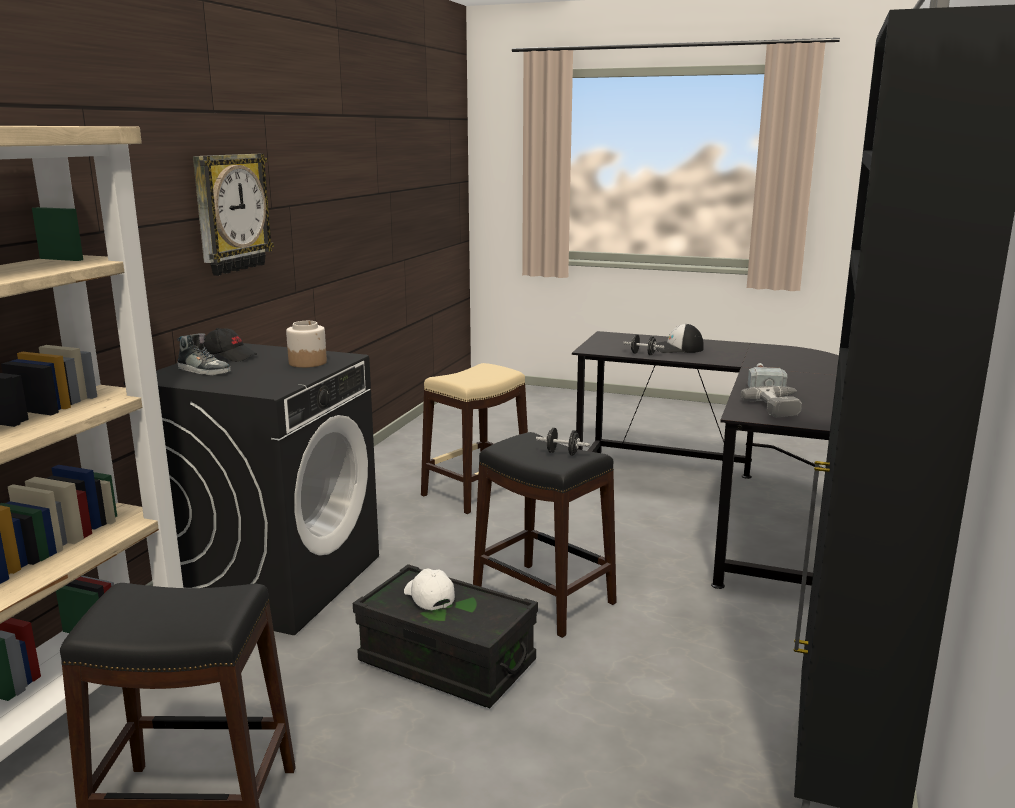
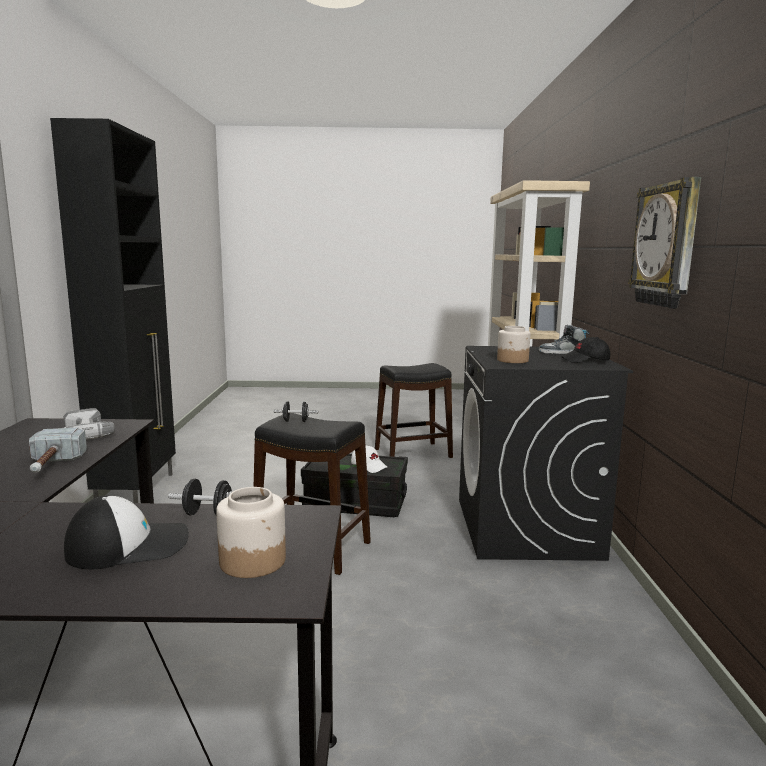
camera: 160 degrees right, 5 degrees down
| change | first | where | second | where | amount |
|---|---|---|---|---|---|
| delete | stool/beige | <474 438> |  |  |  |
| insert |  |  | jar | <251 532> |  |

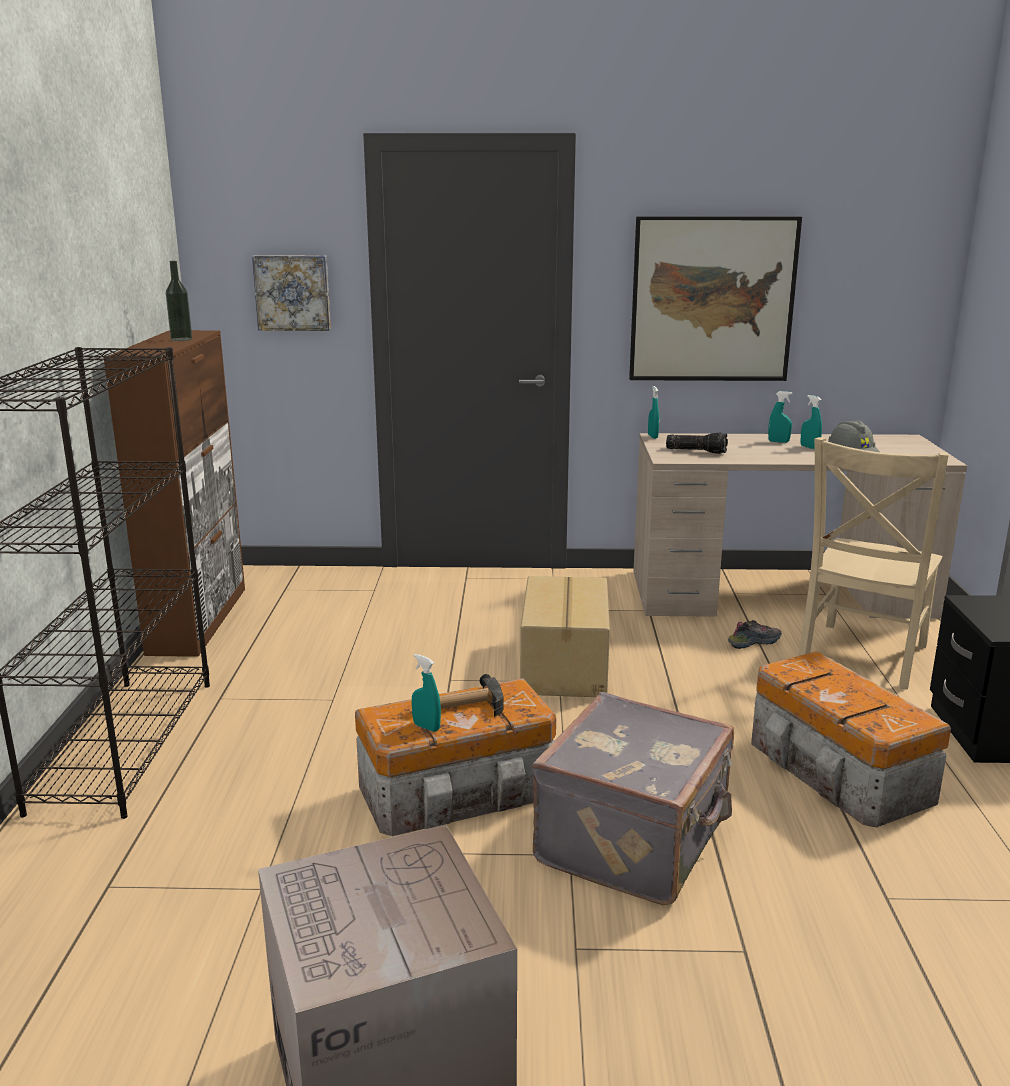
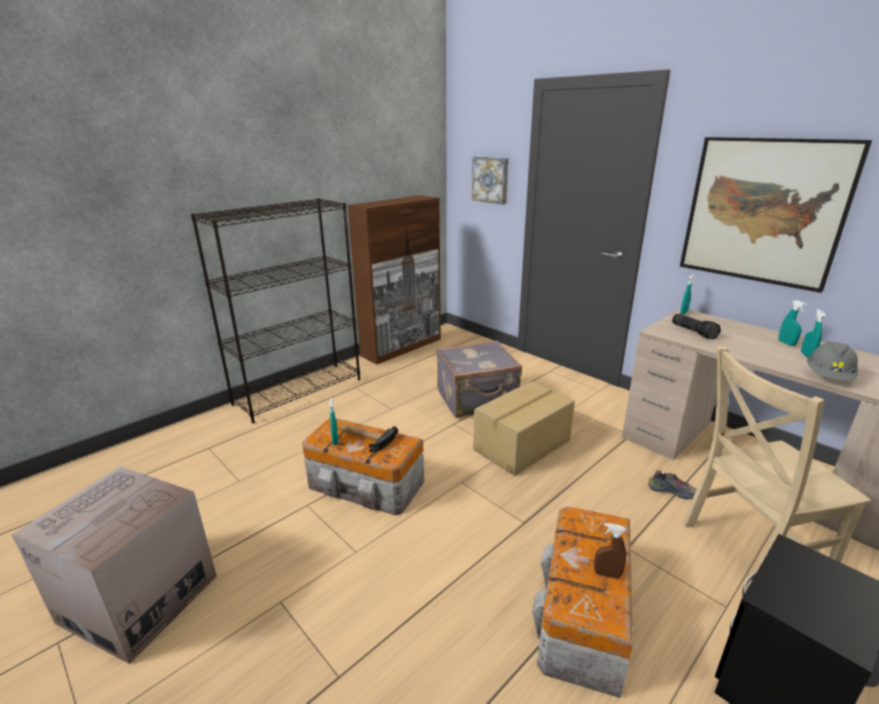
camera: 45 degrees right, 5 degrees up
| change | first | where | second | where | amount |
|---|---|---|---|---|---|
| delete | bottle | <179 301> |  |  |  |
| move | suitcase/grey | <633 798> |  | <479 379> |  |
| insert |  |  | spray bottle/brown | <610 551> |  |

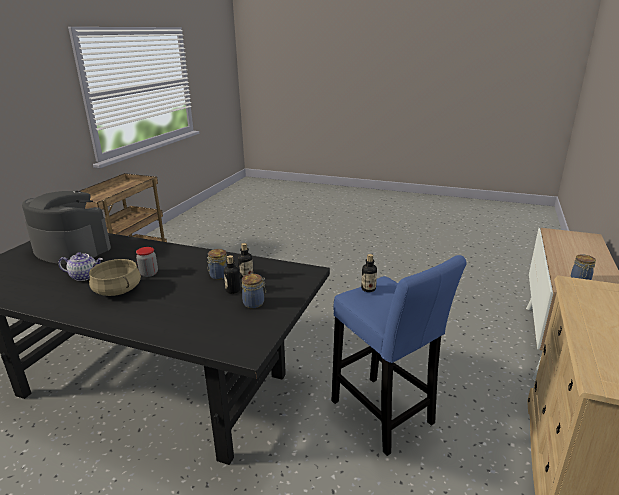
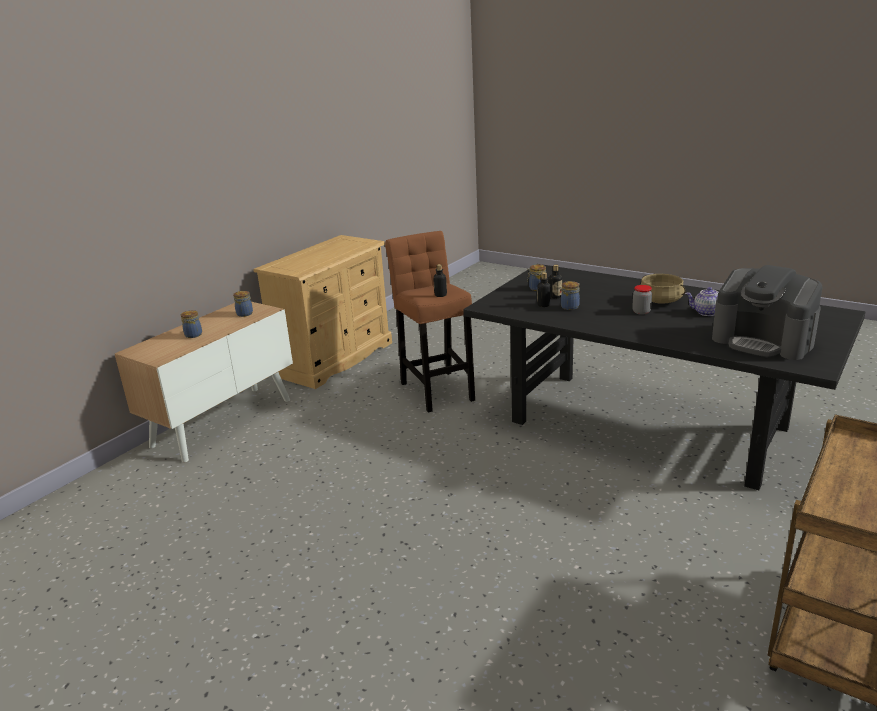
camera: 165 degrees left, 0 degrees up
| change | first | where | second | where | amount |
|---|---|---|---|---|---|
| recolor | stool/blue | <399 355> | stool/brown | <430 322> |  |
| insert |  |  | jar | <191 324> |  |

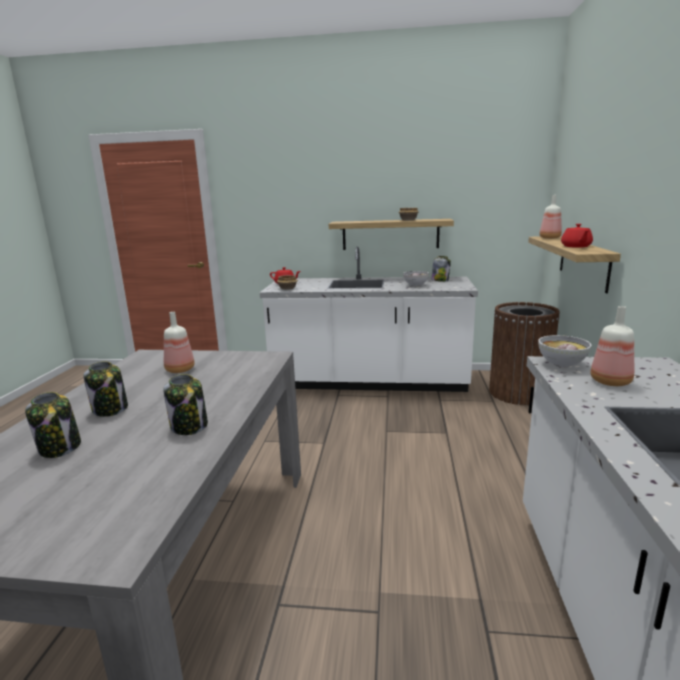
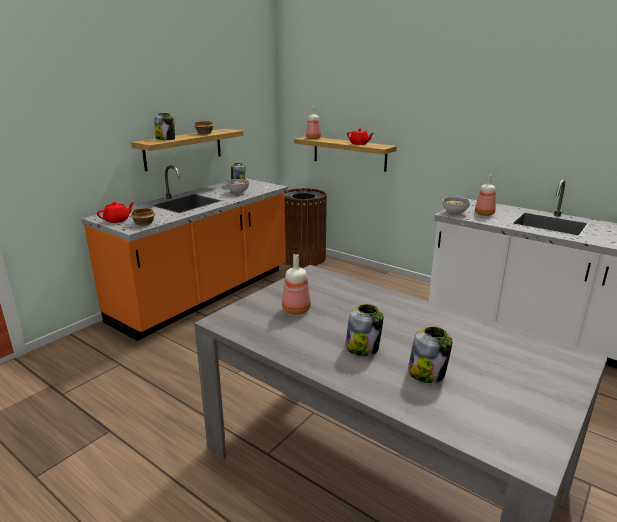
camera: 60 degrees left, 5 degrees up
| change | first | where | second | where | amount |
|---|---|---|---|---|---|
| move | jar | <185 404> |  | <164 126> |  |
| recolor | counter/white | <369 319> | counter/orange | <185 253> |  |

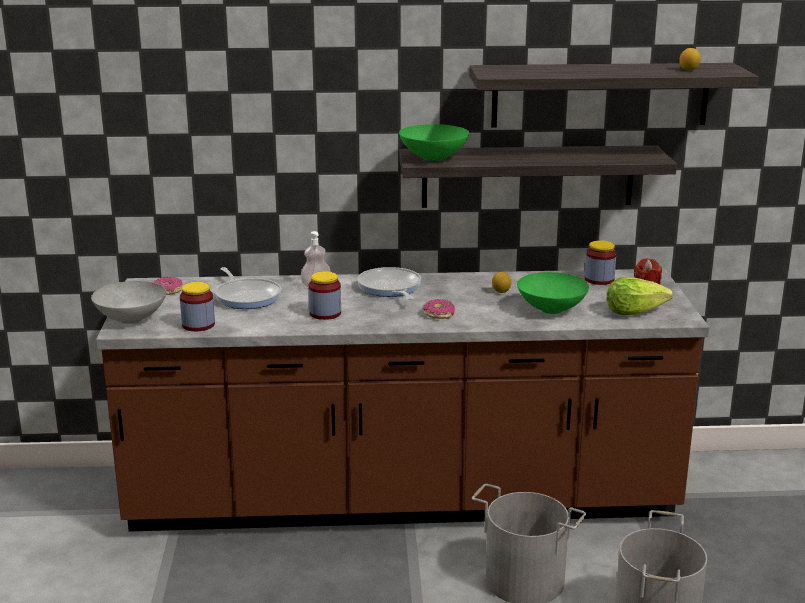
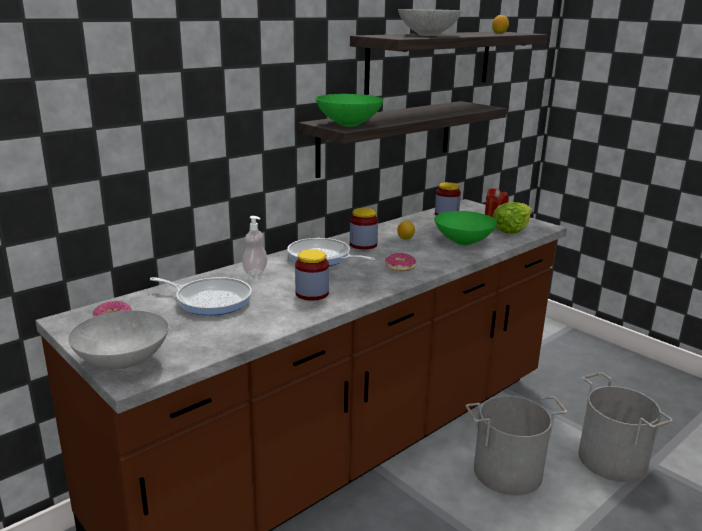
camera: 40 degrees left, 0 degrees up
| change | first | where | second | where | amount |
|---|---|---|---|---|---|
| move | jar | <197 306> |  | <364 229> |  |
| insert |  |  | bowl/grey | <430 22> |  |

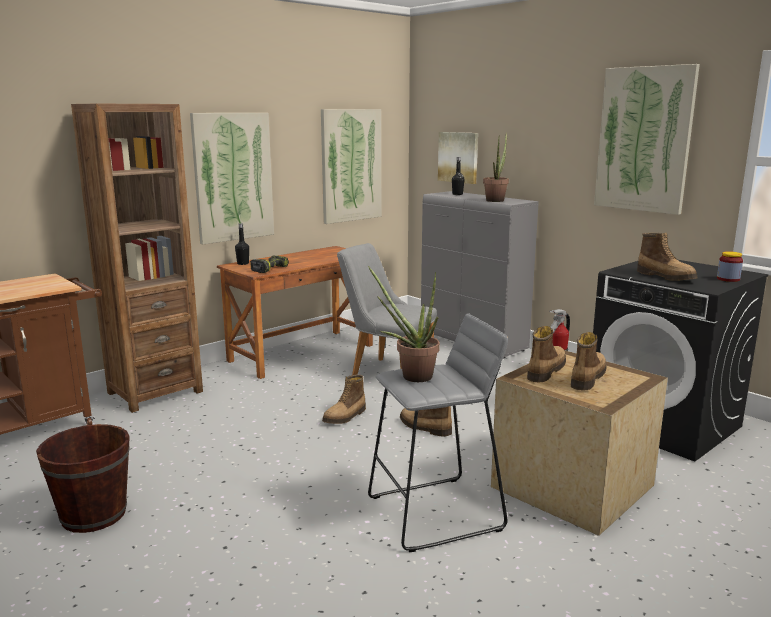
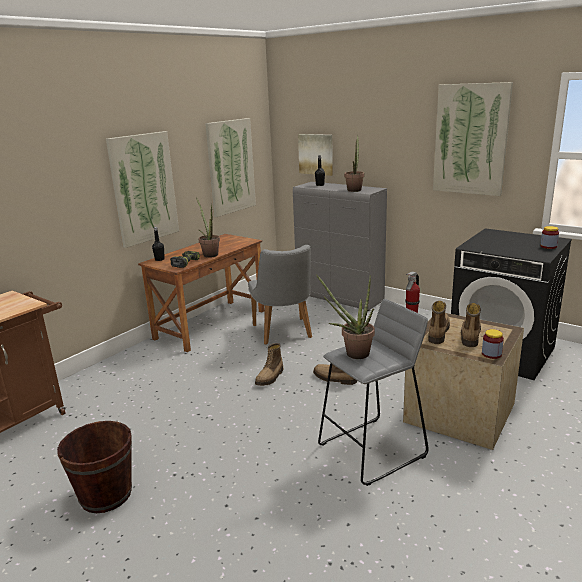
camera: 10 degrees left, 5 degrees up
| change | first | where | second | where | amount |
|---|---|---|---|---|---|
| delete | bookcase/brown | <137 258> |  |  |  |
| rotate | chair/grey | <387 309> |  | <280 295> | 120 degrees counterclockwise |
| delete | boot | <667 257> |  |  |  |
| insert |  |  | potted plant | <208 227> |  |
| insert |  |  | jar | <493 344> |  |

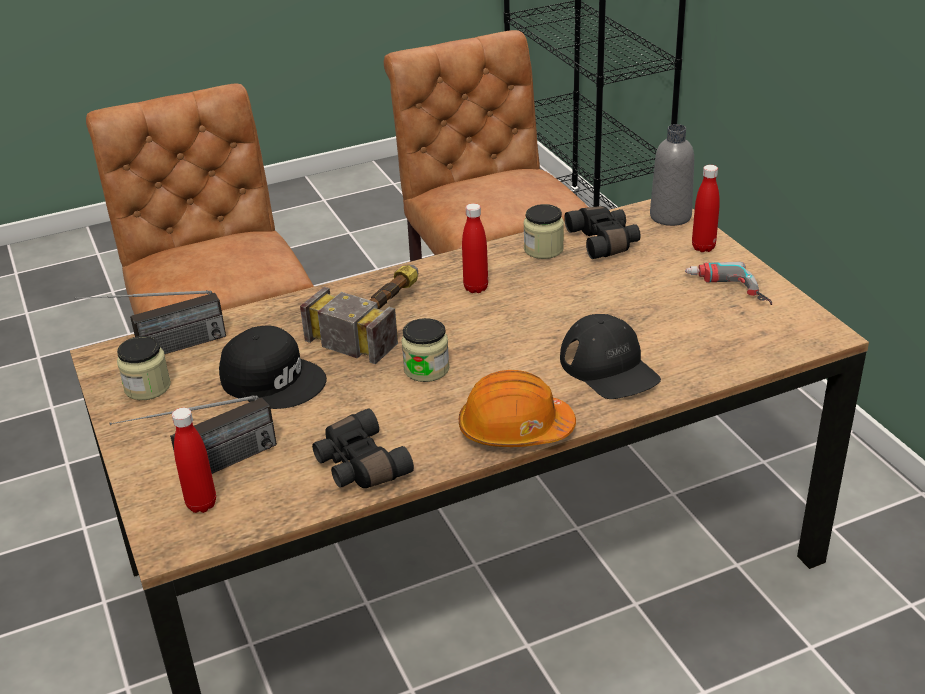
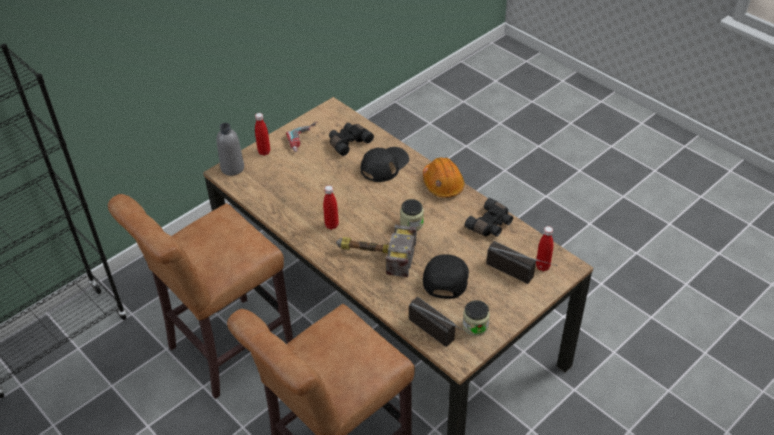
camera: 110 degrees left, 10 degrees up
| change | first | where | second | where | amount |
|---|---|---|---|---|---|
| delete | jar | <544 231> |  |  |  |
| move | binoculars/black | <602 232> |  | <351 139> |  |

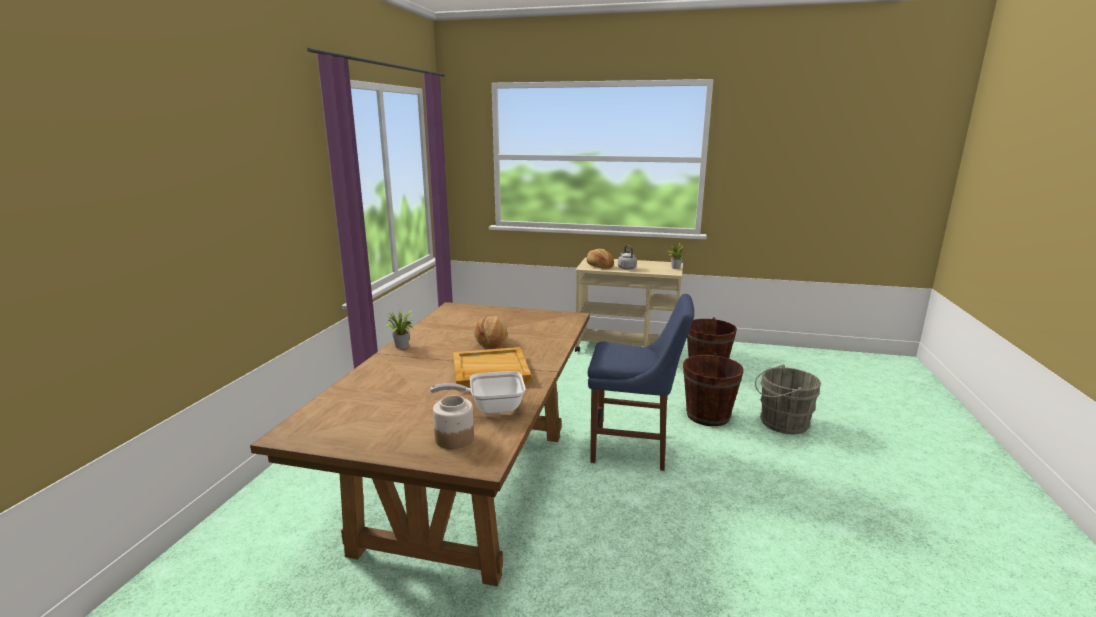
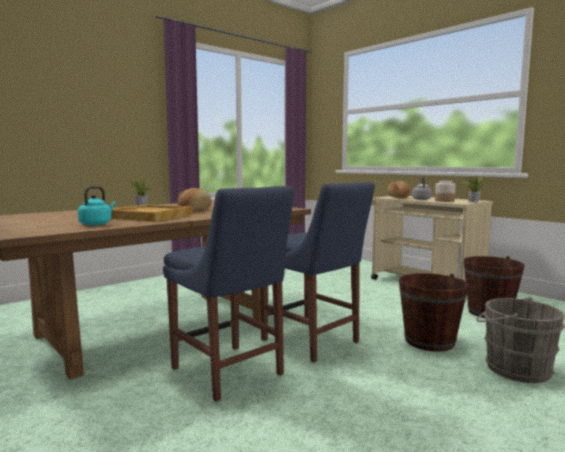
camera: 35 degrees right, 10 degrees down
| change | first | where | second | where | amount |
|---|---|---|---|---|---|
| replace | frying pan | <478 392> | kettle/turquoise | <97 205> |  |
| move | jar | <453 422> |  | <445 191> |  |
| insert |  |  | chair/blue | <228 294> |  |

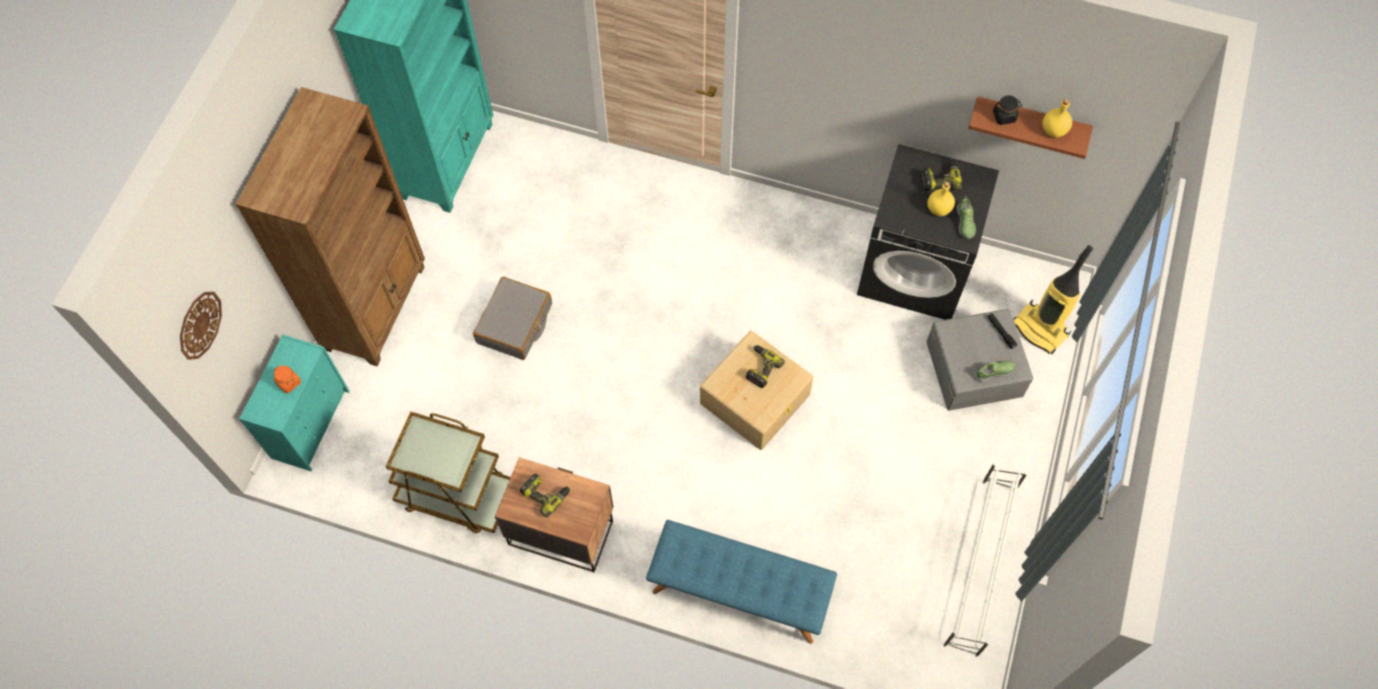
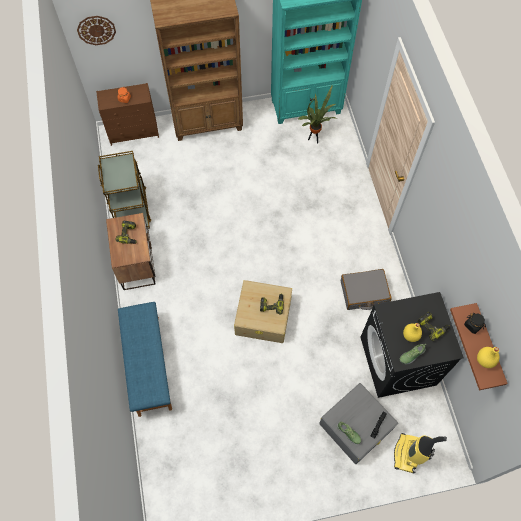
camera: 60 degrees right, 0 degrees up
| change | first | where | second | where | amount |
|---|---|---|---|---|---|
| recolor | dresser/turquoise | <294 402> | dresser/brown | <127 114> |  |
| move | suitcase/grey | <512 318> |  | <366 289> |  |
| delete | shoe rack/white | <985 559> |  |  |  |
| insert |  |  | potted plant | <317 114> |  |

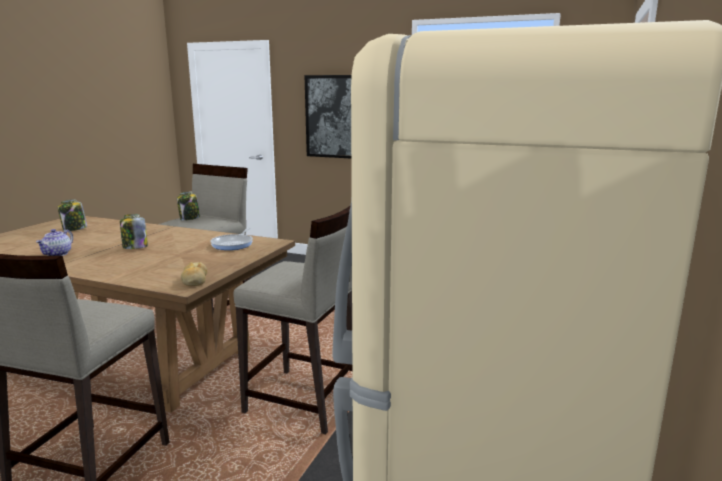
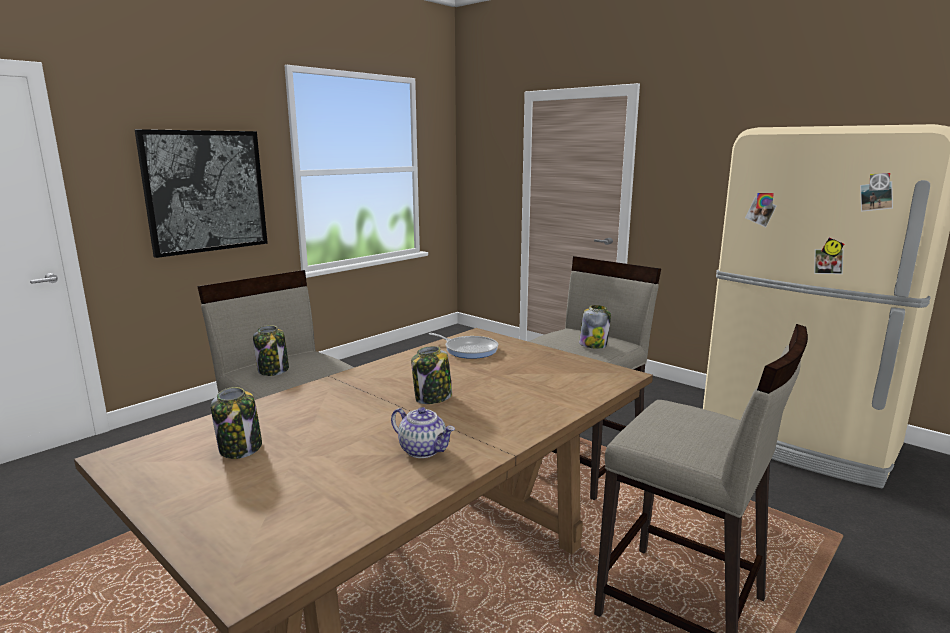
camera: 70 degrees left, 0 degrees up
| change | first | where | second | where | amount |
|---|---|---|---|---|---|
| delete | bread | <194 274> |  |  |  |
| insert |  |  | jar | <595 327> |  |

